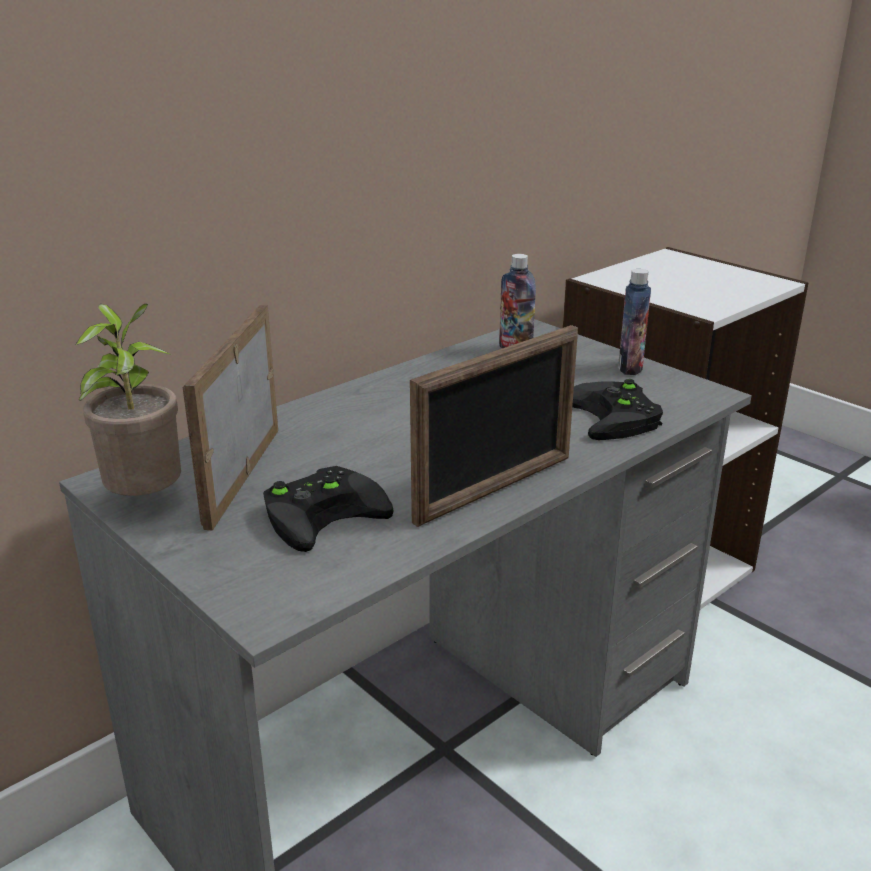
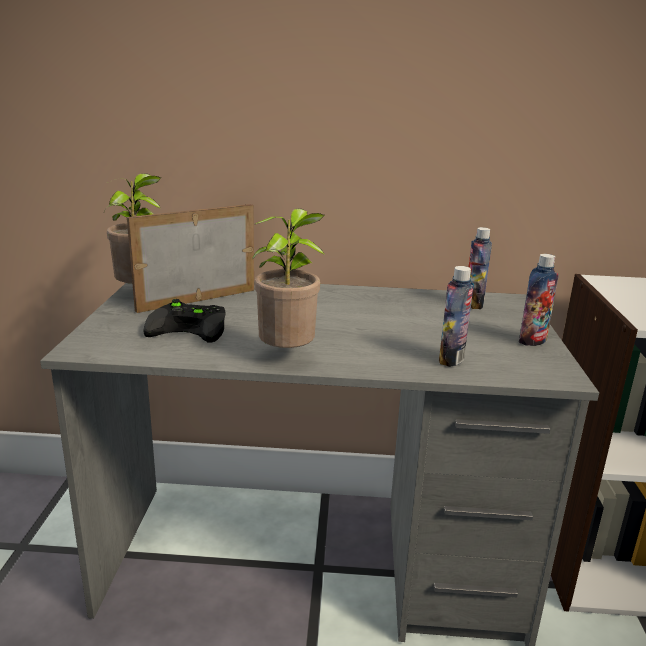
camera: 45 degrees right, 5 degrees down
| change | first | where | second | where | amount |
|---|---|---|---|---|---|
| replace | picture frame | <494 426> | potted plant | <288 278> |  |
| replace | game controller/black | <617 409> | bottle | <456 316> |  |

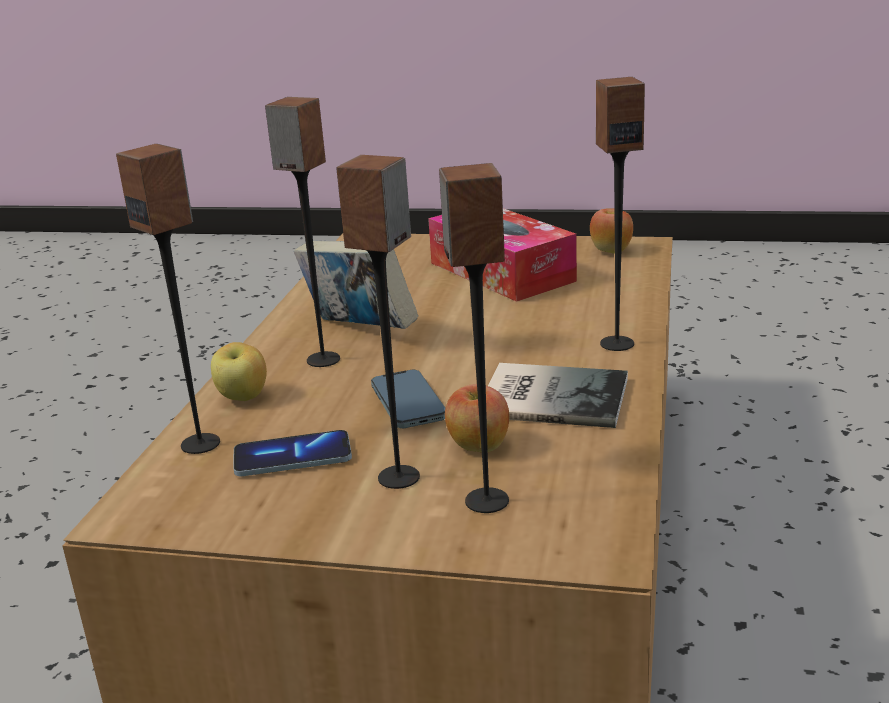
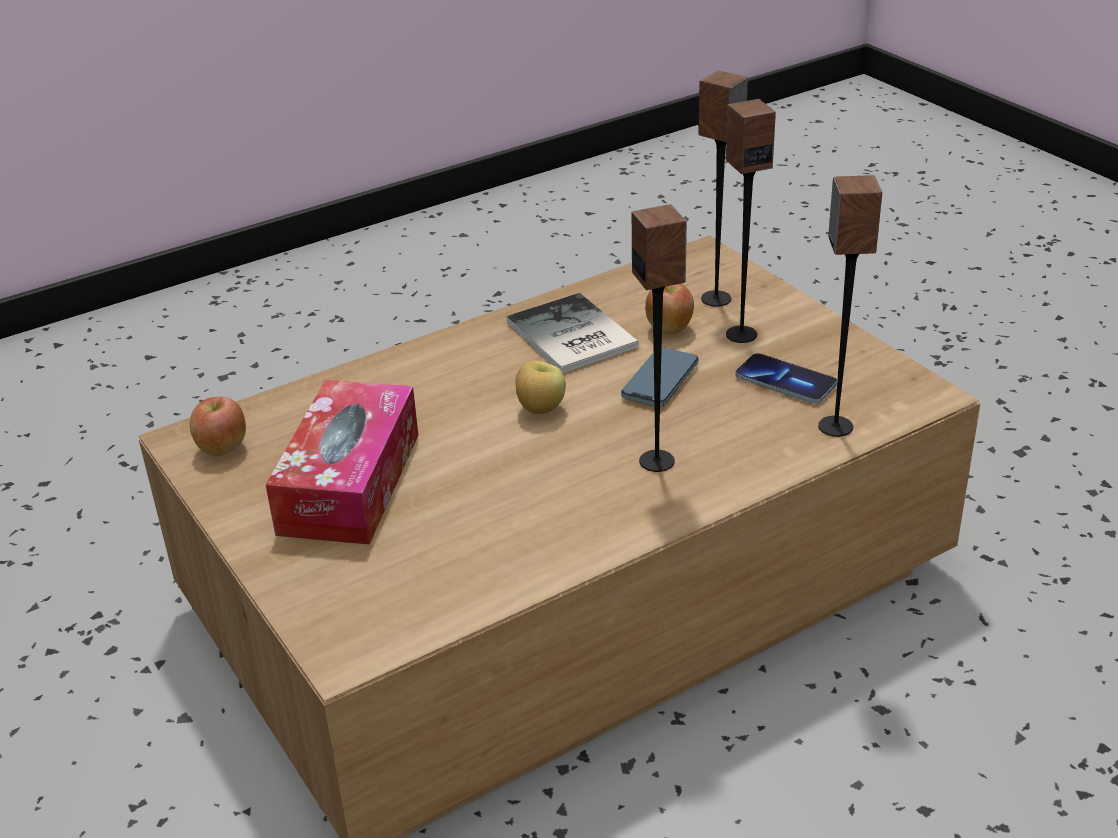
camera: 135 degrees left, 10 degrees up
| change | first | where | second | where | amount |
|---|---|---|---|---|---|
| move | apple | <239 371> |  | <540 387> |  |
| delete | book | <356 285> |  |  |  |
| delete | speaker | <620 214> |  |  |  |

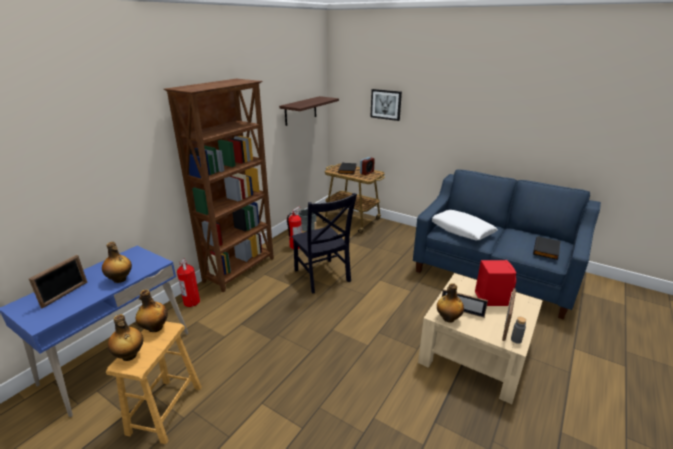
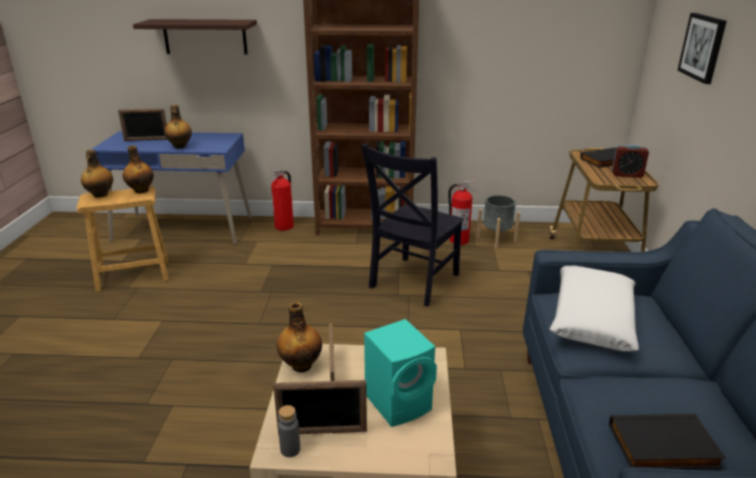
camera: 60 degrees right, 0 degrees up
| change | first | where | second | where | amount |
|---|---|---|---|---|---|
| move | shelf | <309 111> |  | <195 37> |  |
| recolor | speaker/red | <495 283> | speaker/turquoise | <400 373> |  |

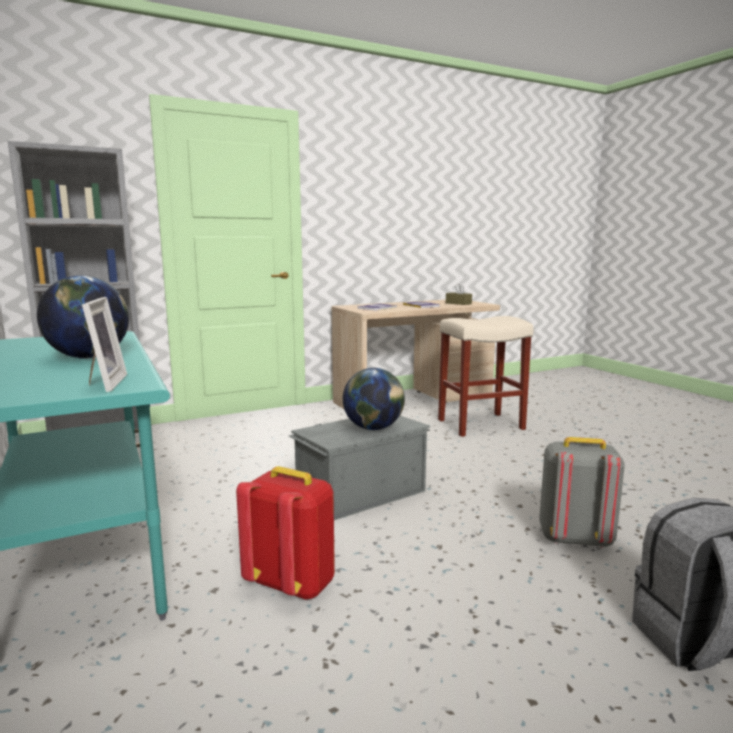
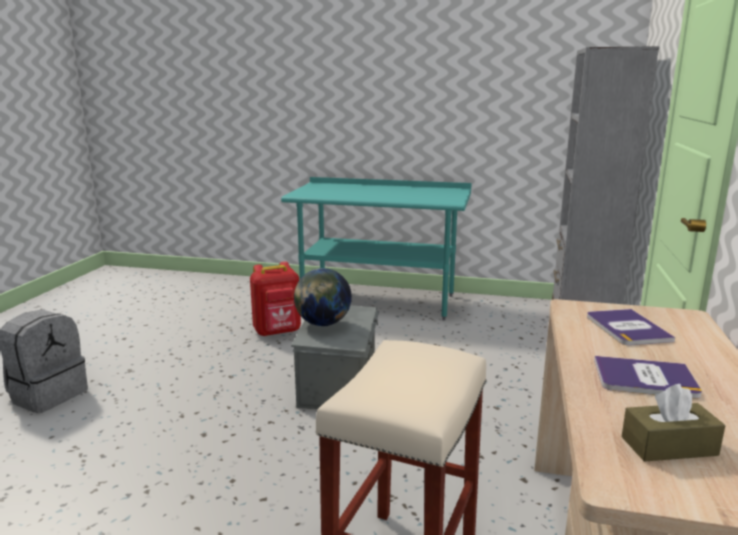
camera: 130 degrees right, 5 degrees up
| change | first | where | second | where | amount |
|---|---|---|---|---|---|
| delete | globe | <83 317> |  |  |  |
| delete | picture frame | <104 344> |  |  |  |
| delete | backpack/grey | <582 492> |  |  |  |

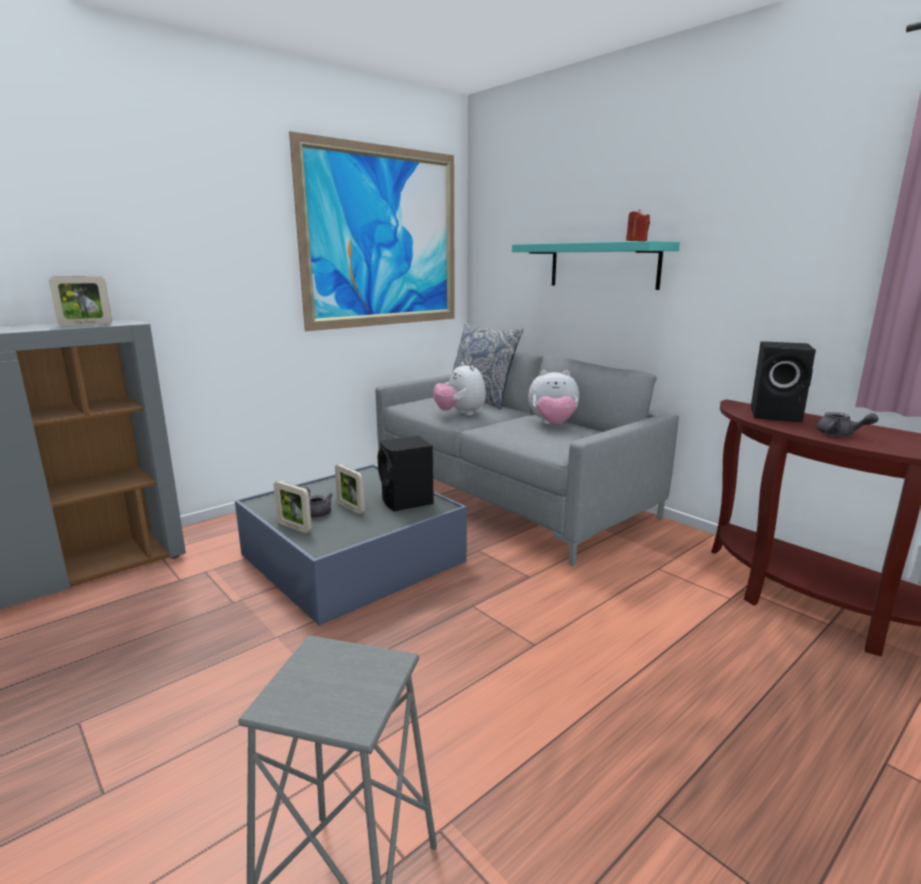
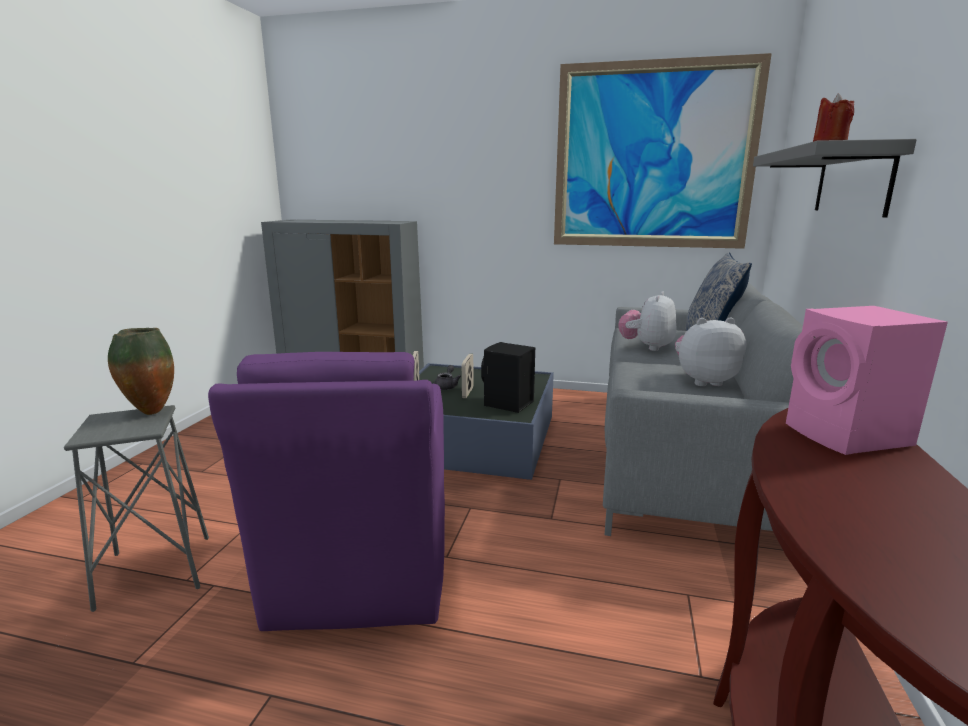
camera: 55 degrees right, 0 degrees up
| change | first | where | second | where | amount |
|---|---|---|---|---|---|
| delete | picture frame | <80 301> |  |  |  |
| recolor | shelf/turquoise | <596 265> | shelf/grey | <835 178> |  |
| rotate | plush toy | <553 397> |  | <711 351> | 120 degrees clockwise |
| recolor | speaker/black | <783 381> | speaker/pink | <867 380> |  |
| delete | teapot/grey | <847 424> |  |  |  |
| insert |  |  | vase | <141 371> |  |
| insert |  |  | armchair/purple | <326 491> |  |

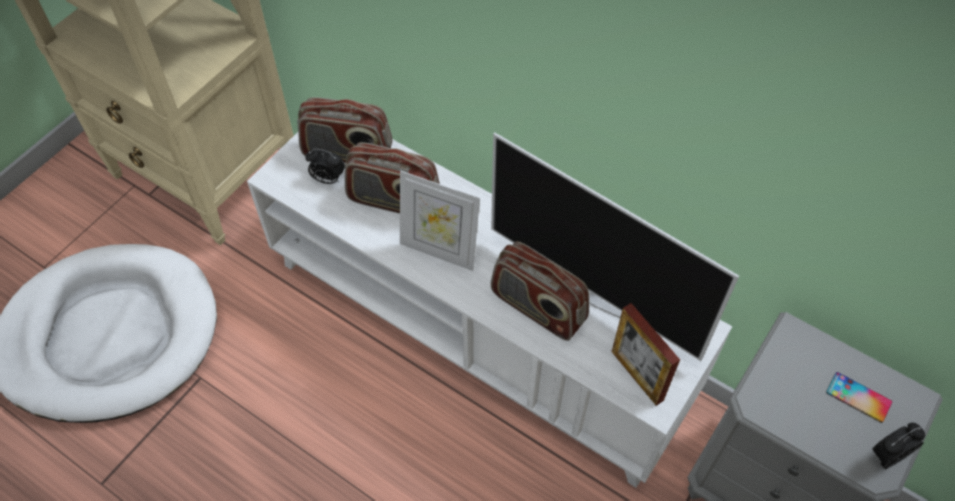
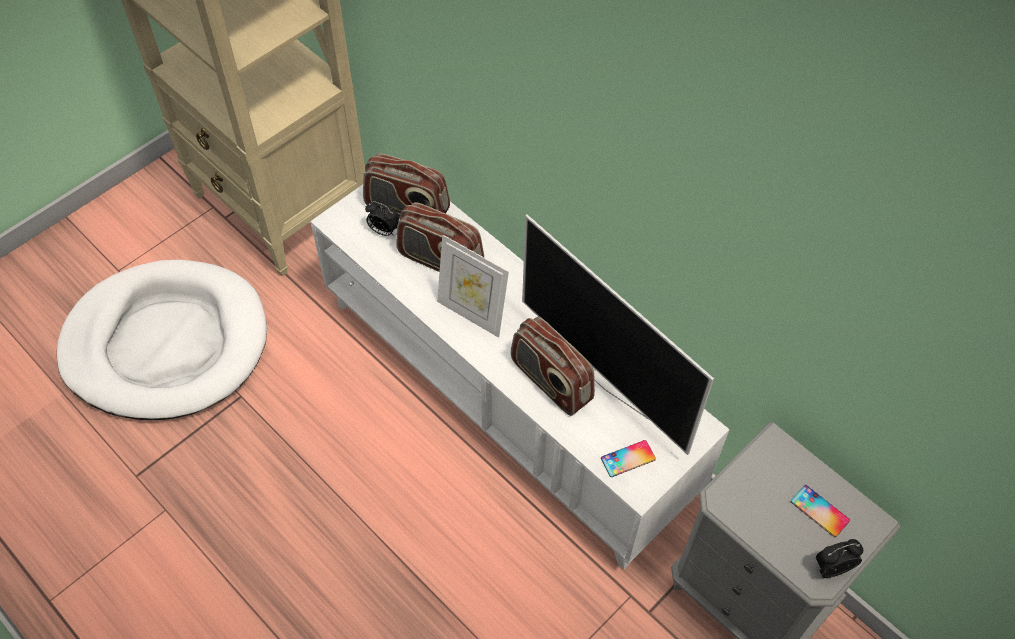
camera: 10 degrees right, 0 degrees up
| change | first | where | second | where | amount |
|---|---|---|---|---|---|
| replace | picture frame | <646 354> | phone | <628 458> |  |

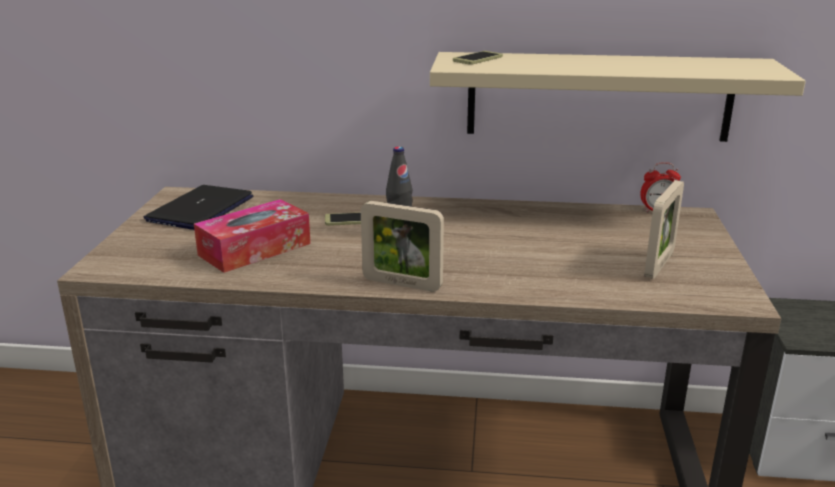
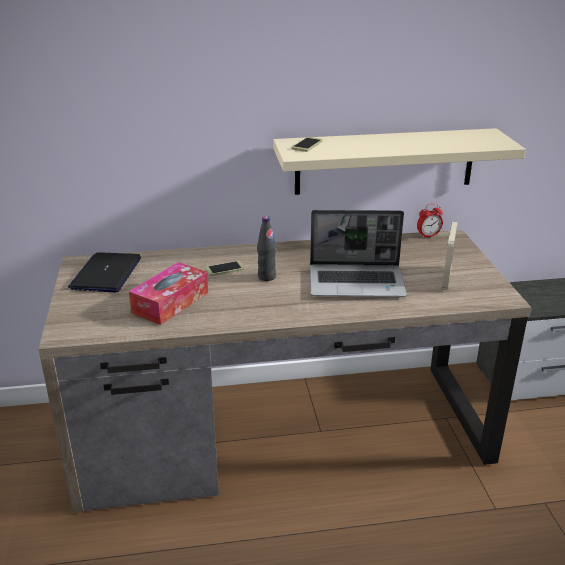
camera: 15 degrees left, 5 degrees up
| change | first | where | second | where | amount |
|---|---|---|---|---|---|
| delete | picture frame | <402 246> |  |  |  |
| insert |  |  | laptop | <358 253> |  |

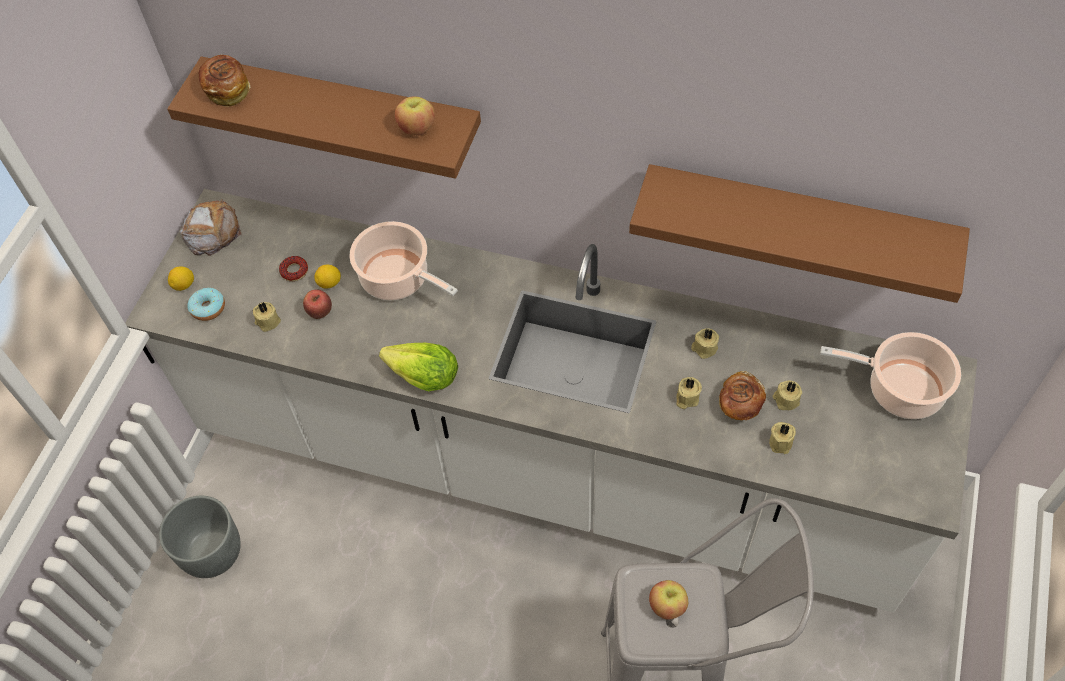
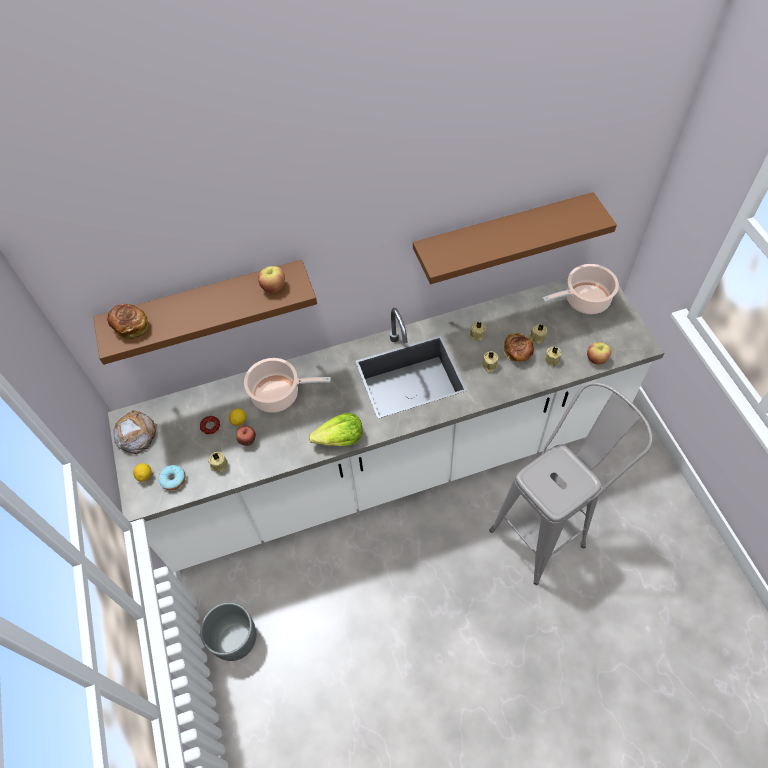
camera: 35 degrees left, 0 degrees up
| change | first | where | second | where | amount |
|---|---|---|---|---|---|
| move | apple | <668 600> |  | <599 353> |  |

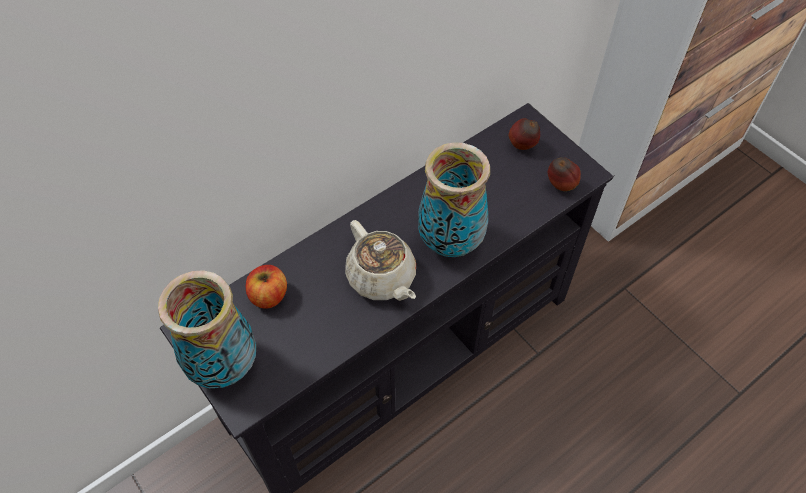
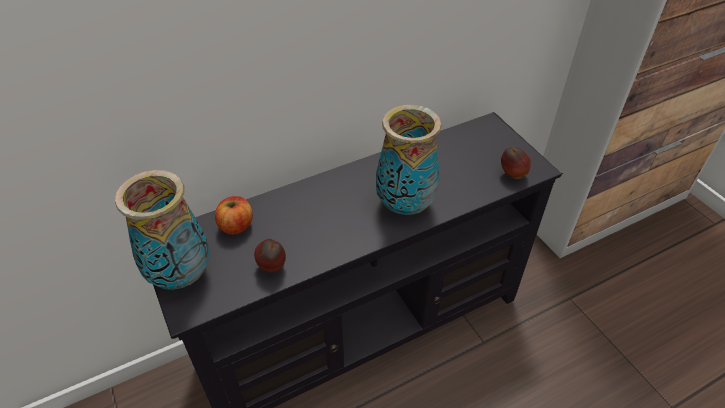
camera: 10 degrees right, 10 degrees down
| change | first | where | second | where | amount |
|---|---|---|---|---|---|
| delete | teapot/beige | <380 260> |  |  |  |
| move | apple | <524 134> |  | <270 255> |  |

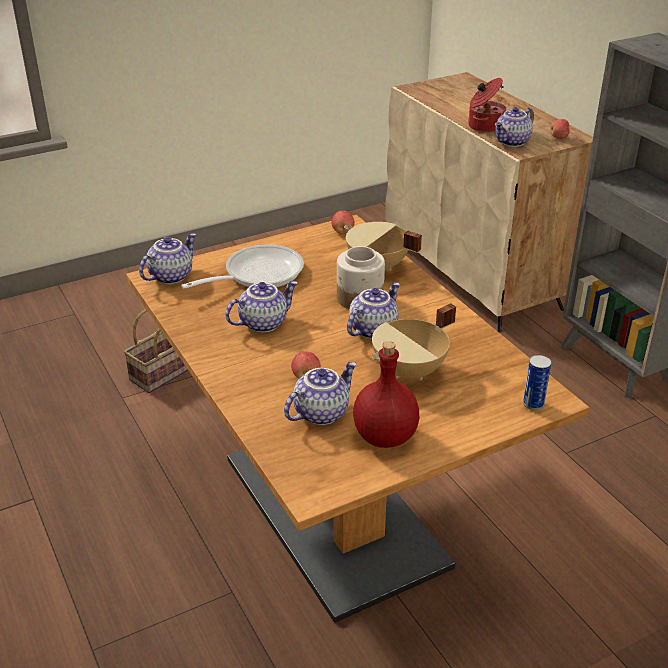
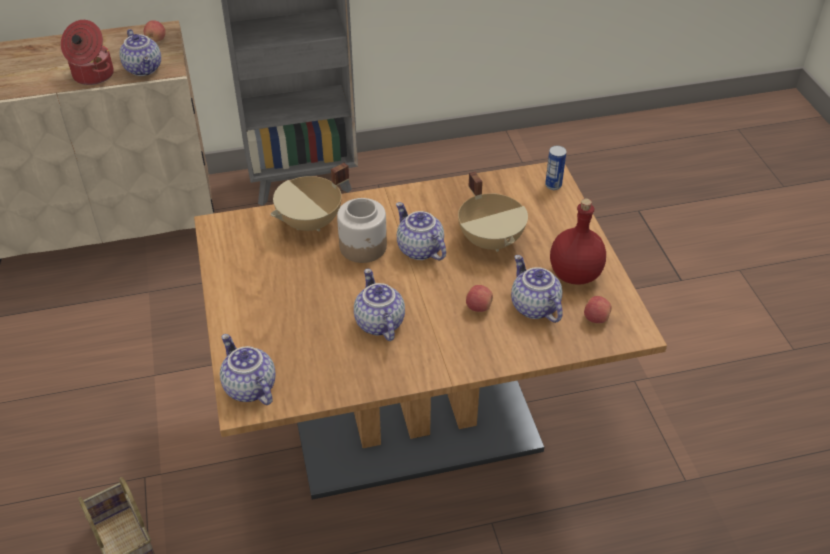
camera: 75 degrees left, 10 degrees up
| change | first | where | second | where | amount |
|---|---|---|---|---|---|
| delete | frying pan | <242 266> |  |  |  |
| move | apple | <343 222> |  | <598 309> |  |

